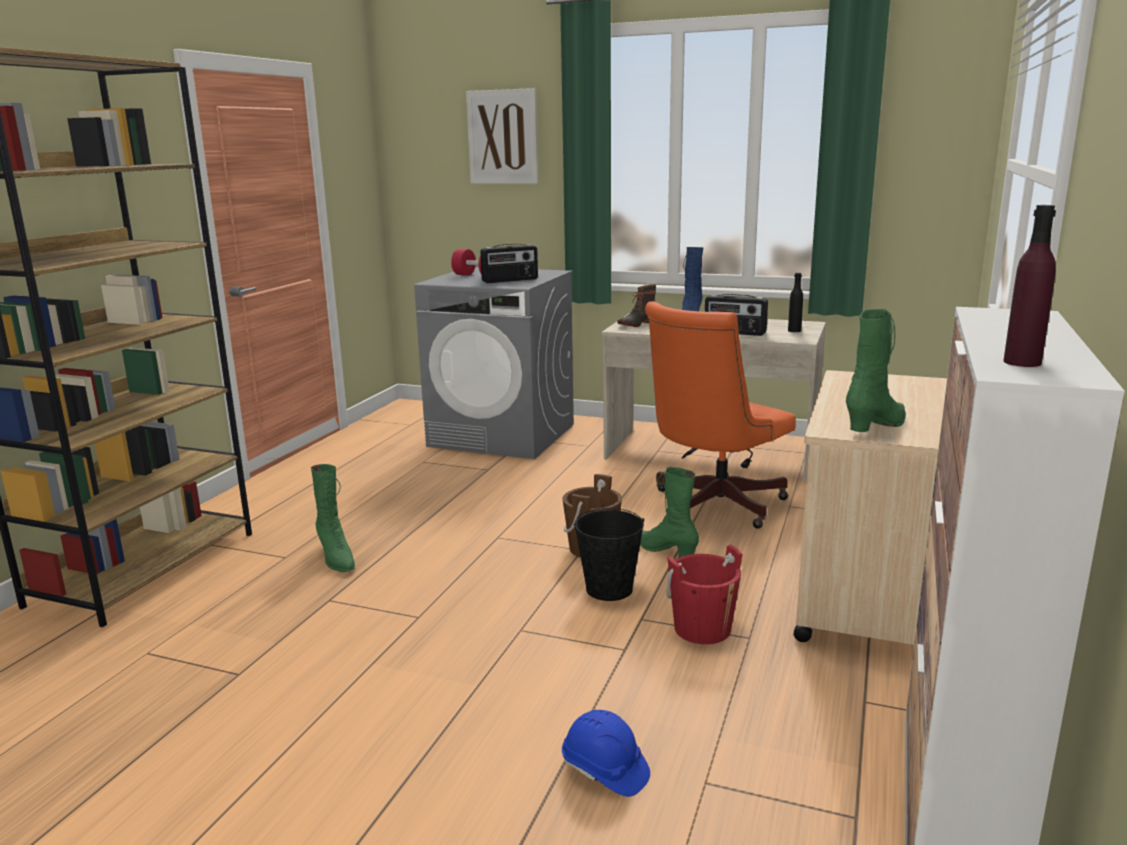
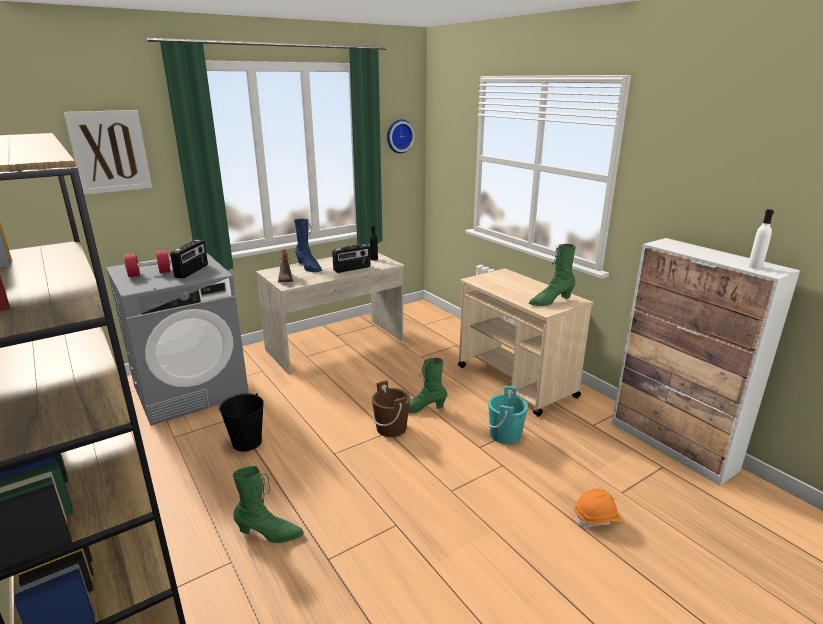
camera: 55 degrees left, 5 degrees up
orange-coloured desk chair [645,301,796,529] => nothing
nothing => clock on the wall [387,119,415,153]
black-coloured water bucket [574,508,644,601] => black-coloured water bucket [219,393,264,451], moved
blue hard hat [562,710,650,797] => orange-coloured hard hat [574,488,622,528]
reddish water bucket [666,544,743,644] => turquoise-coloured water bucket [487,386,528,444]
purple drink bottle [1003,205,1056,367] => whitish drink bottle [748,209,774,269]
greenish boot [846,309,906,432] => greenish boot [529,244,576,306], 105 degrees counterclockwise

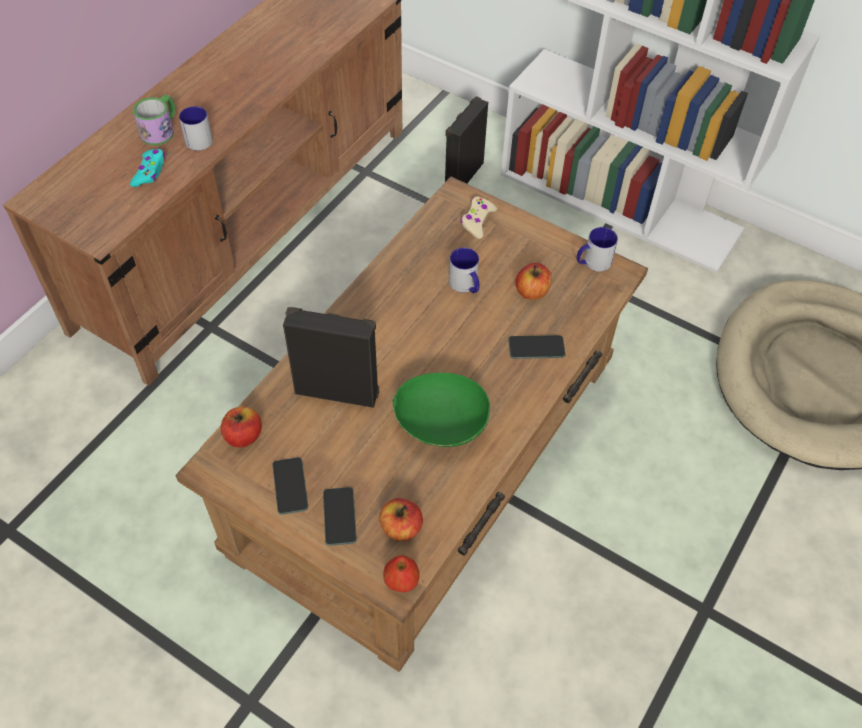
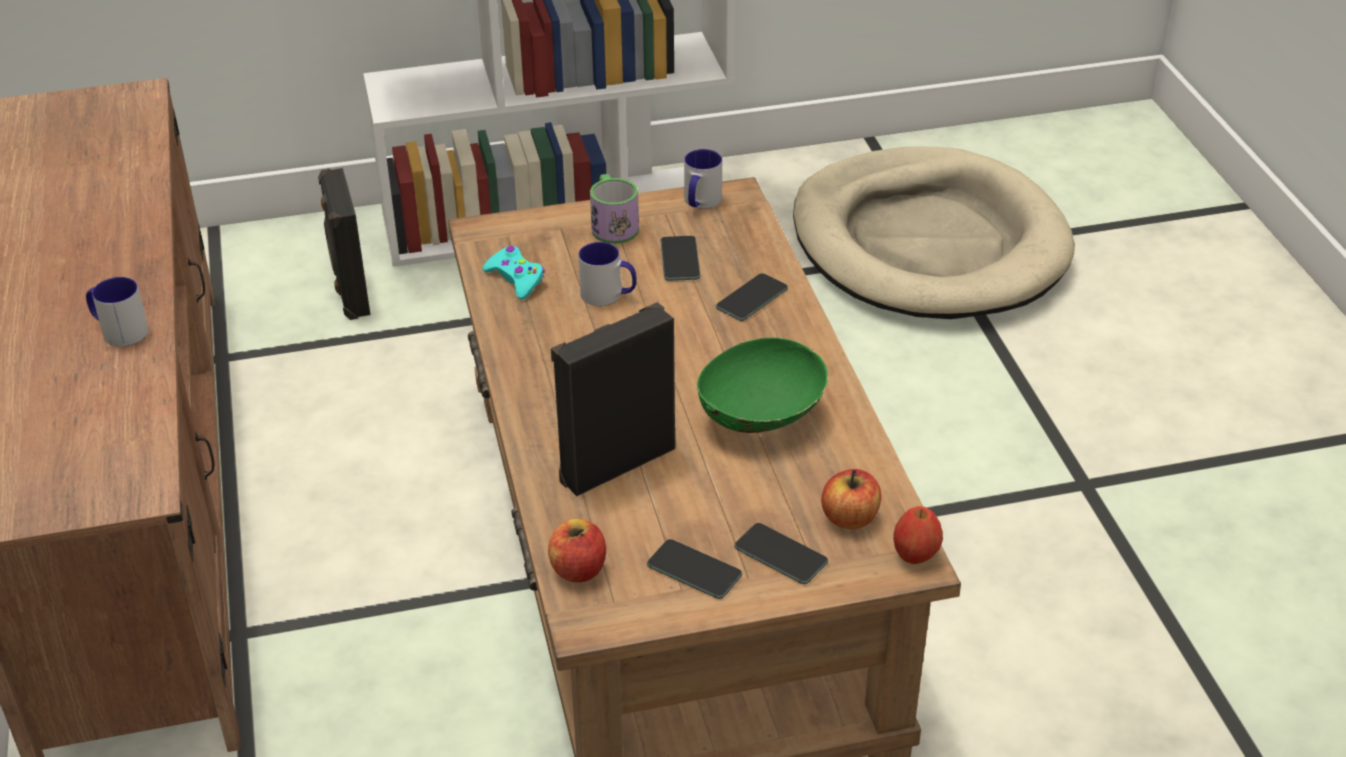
camera: 45 degrees left, 15 degrees down
sand-coloured gamepad [460,197,497,239] => nothing
turquoise-coloured gamepad [130,149,165,187] => turquoise-coloured gamepad [482,246,545,300], moved
tea mug [133,94,176,145] => tea mug [590,174,639,244], moved
apple [516,263,551,300] => telephone [661,236,700,281]

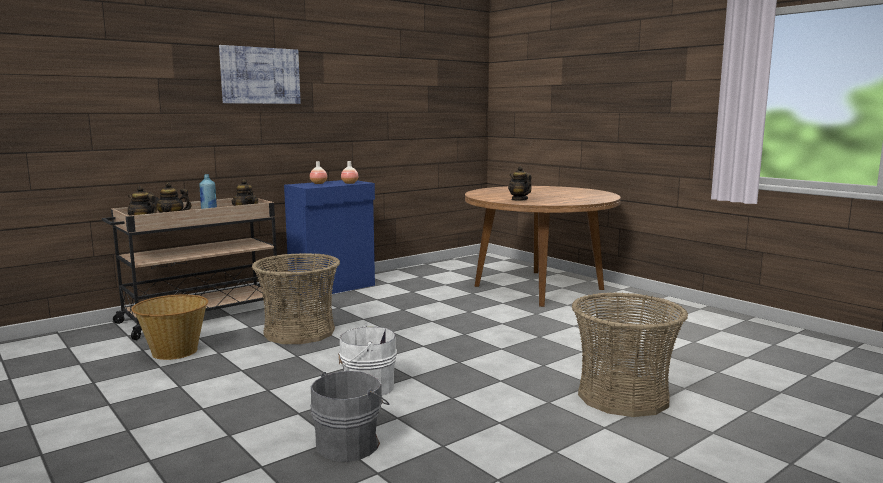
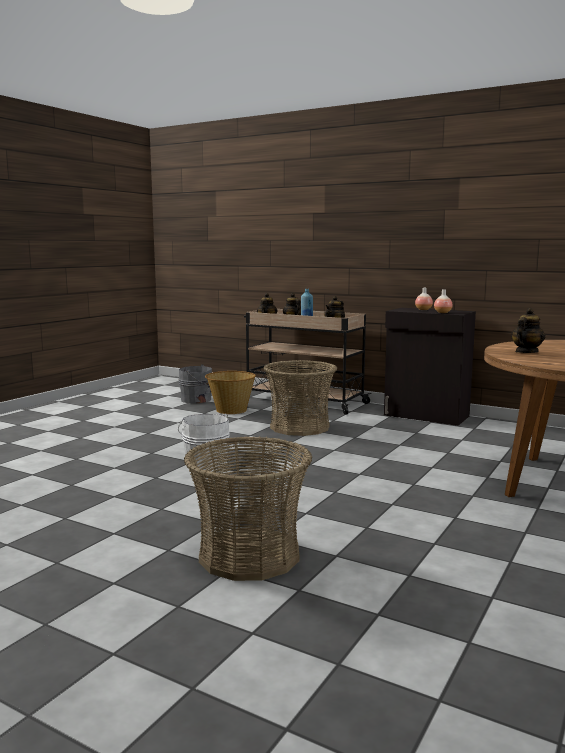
camera: 70 degrees right, 0 degrees up
wall art [219,45,301,104] => nothing
grey water bucket [310,371,390,462] => grey water bucket [178,364,212,403], moved
blue cupboard [284,180,375,297] => black-coloured cupboard [384,308,476,426]

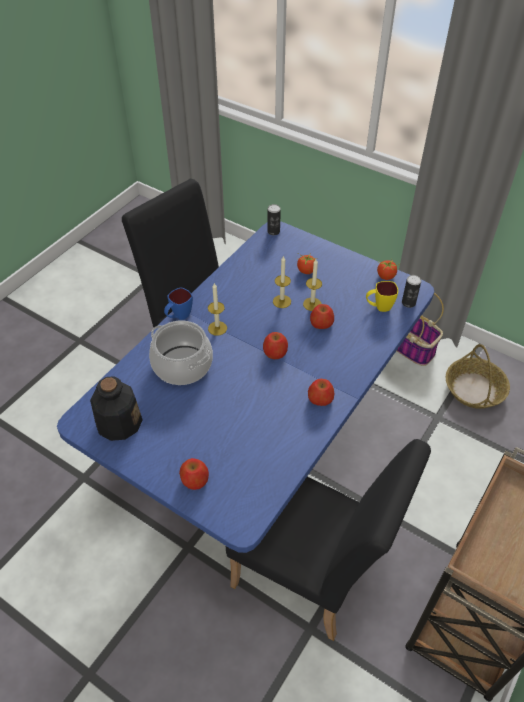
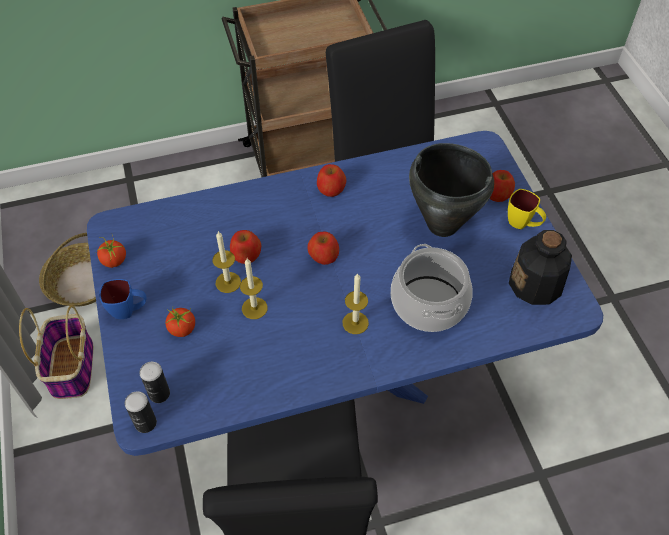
camera: 140 degrees left, 5 degrees up
nothing => black-coloured stockpot [409,143,494,237]
blue tea mug [164,287,193,320] => blue tea mug [99,279,147,319], moved
yellow tea mug [366,281,398,312] => yellow tea mug [508,189,546,229], moved
sealed can [402,275,421,308] => sealed can [139,362,170,403], moved

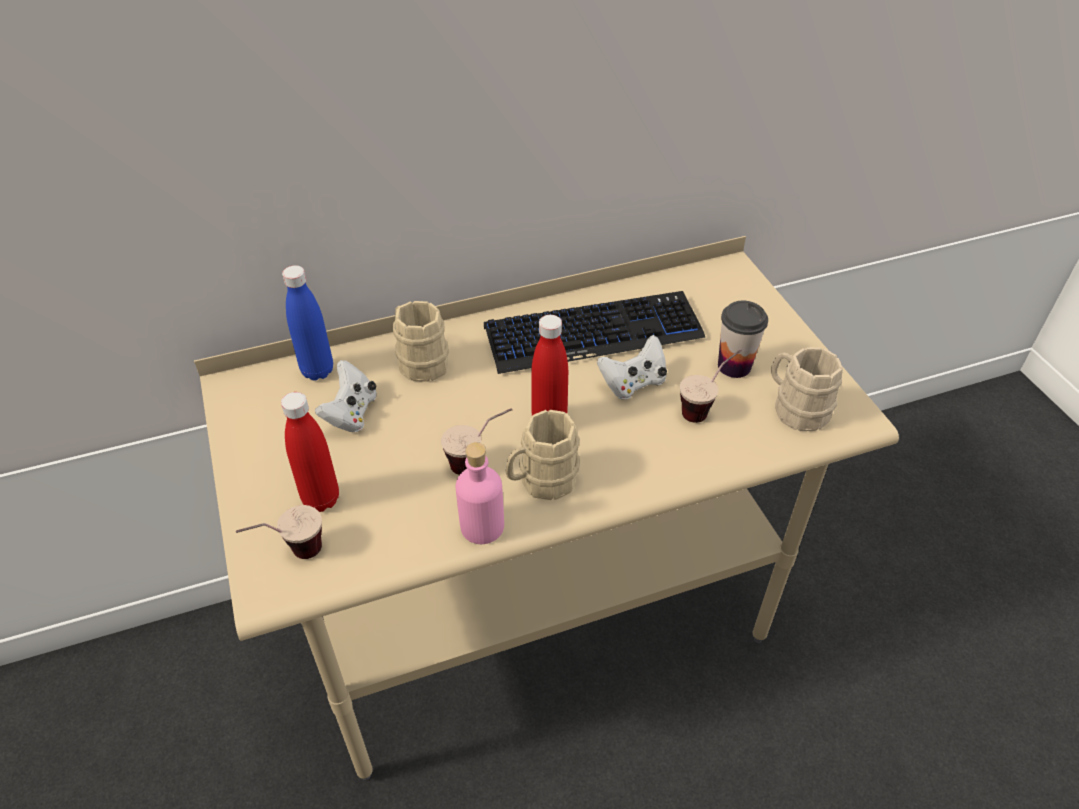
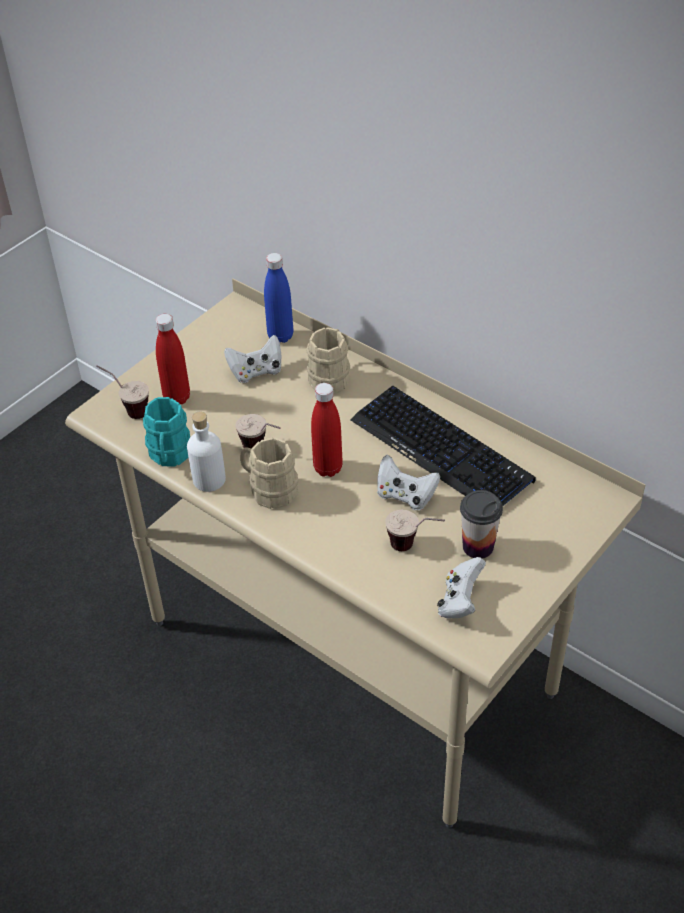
camera: 60 degrees right, 0 degrees up
nothing => turquoise-coloured tea mug [143,397,190,466]
sand-coloured tea mug [771,347,843,431] => whitish gamepad [437,557,486,619]
pink drink bottle [456,442,504,544] => whitish drink bottle [187,412,226,492]

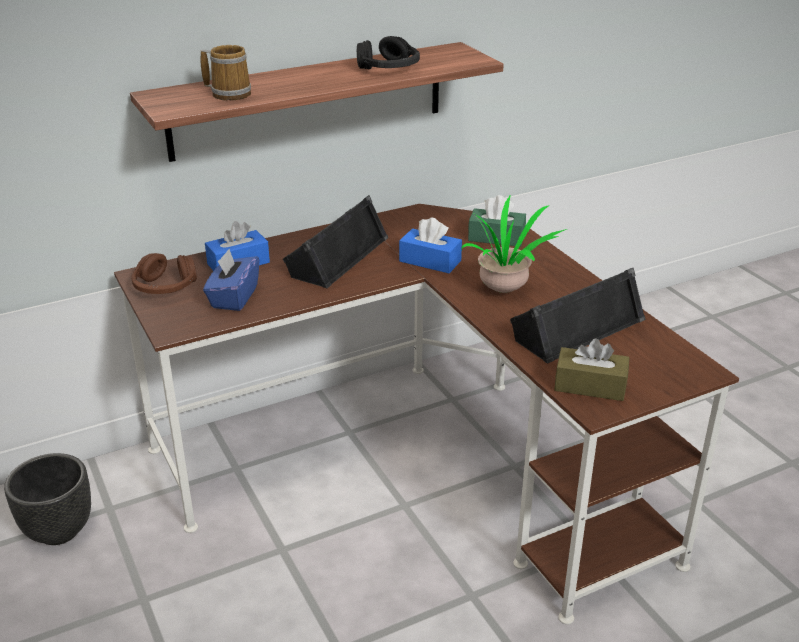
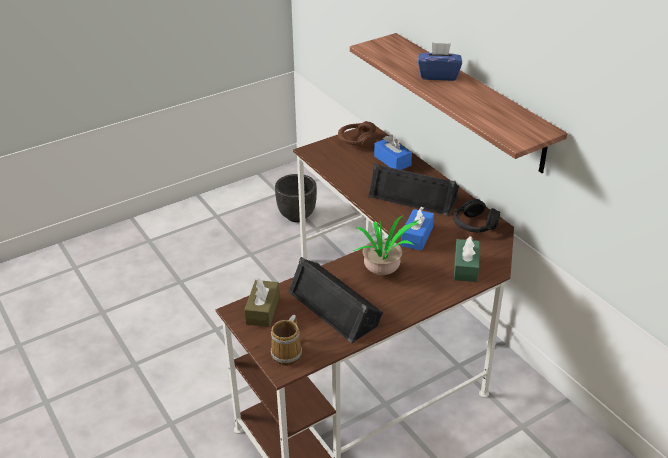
camera: 85 degrees right, 5 degrees up
tea mug [200,45,251,101] => tea mug [271,315,302,366], moved
blue tissue holder [203,249,259,311] => blue tissue holder [418,42,462,81], moved
black-coloured pair of headphones [357,36,420,69] => black-coloured pair of headphones [453,199,500,232], moved

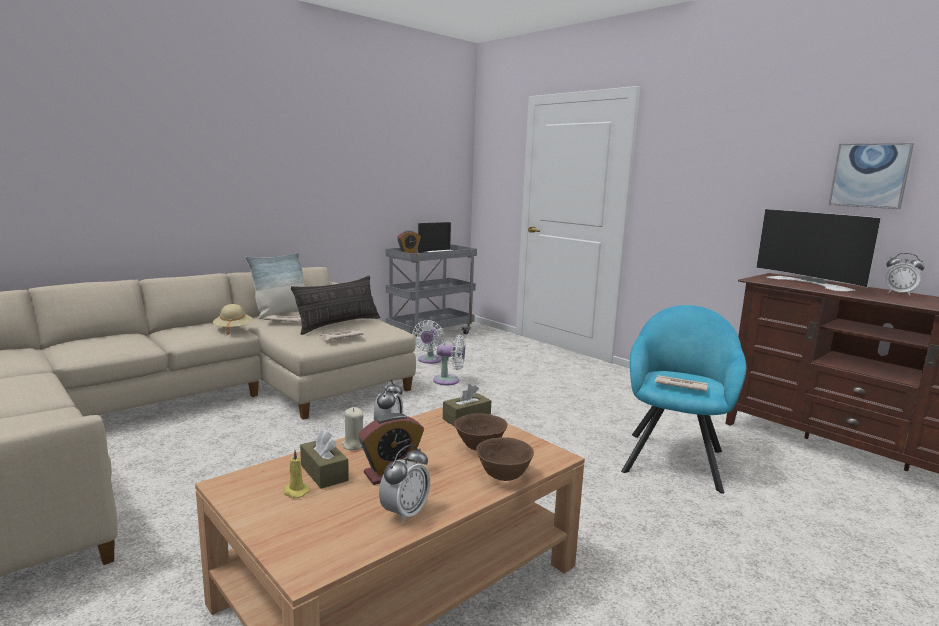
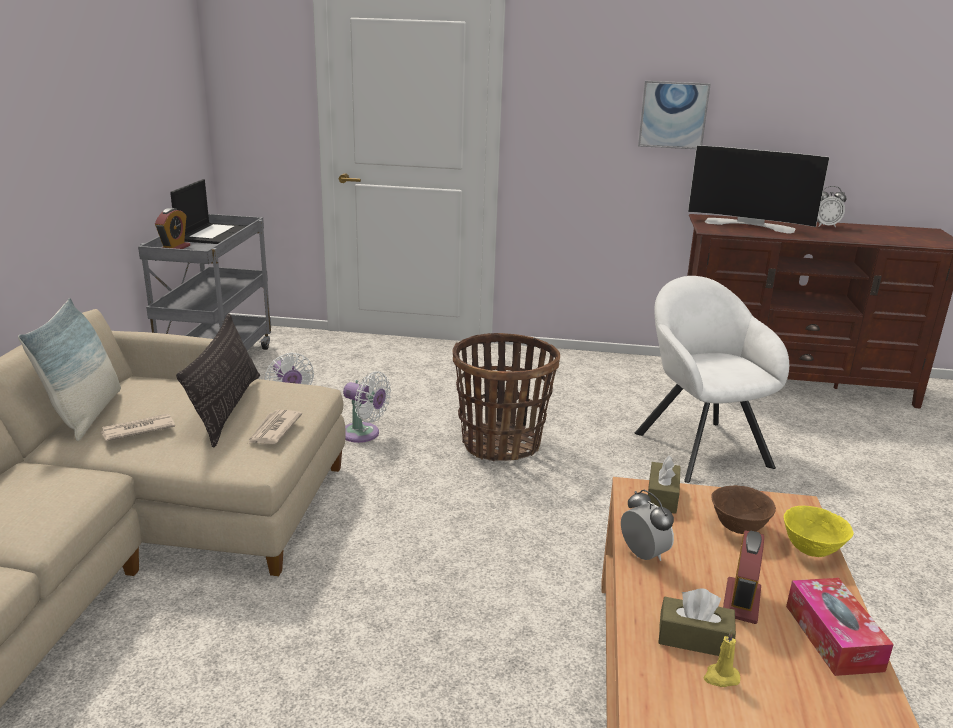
camera: 40 degrees left, 10 degrees up
sand-coloured hat [213,304,253,335] => nothing
sand-coloured candle [341,407,363,450] => nothing
printed paper [655,375,708,391] => nothing
nothing => household basket [452,333,560,461]
wall art [829,143,914,209] => wall art [638,81,711,149], moved
table clock [379,444,430,524] => tissue holder [786,578,894,676]
brown deep dish [476,437,534,481] => yellow deep dish [784,506,853,557]
turquoise-coloured armchair [621,305,746,494] => whitish armchair [635,276,789,483]
whitish cooling fan [433,334,466,385] => whitish cooling fan [343,371,391,443], 60 degrees clockwise

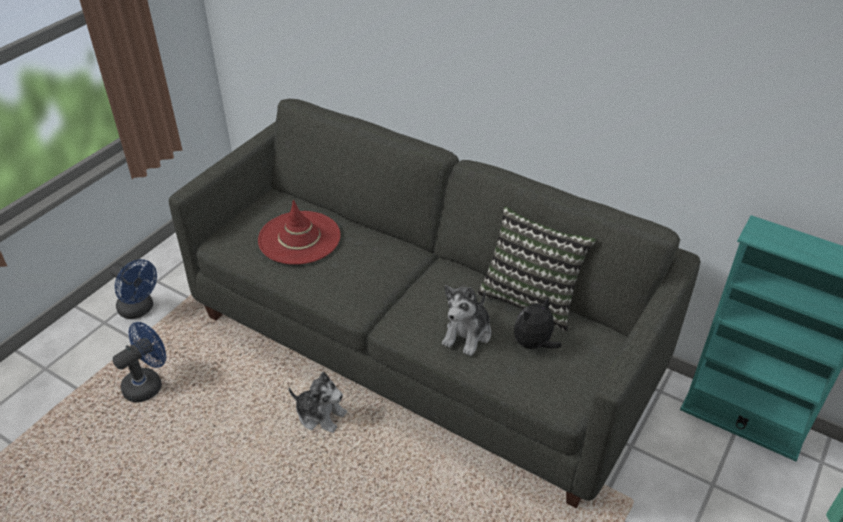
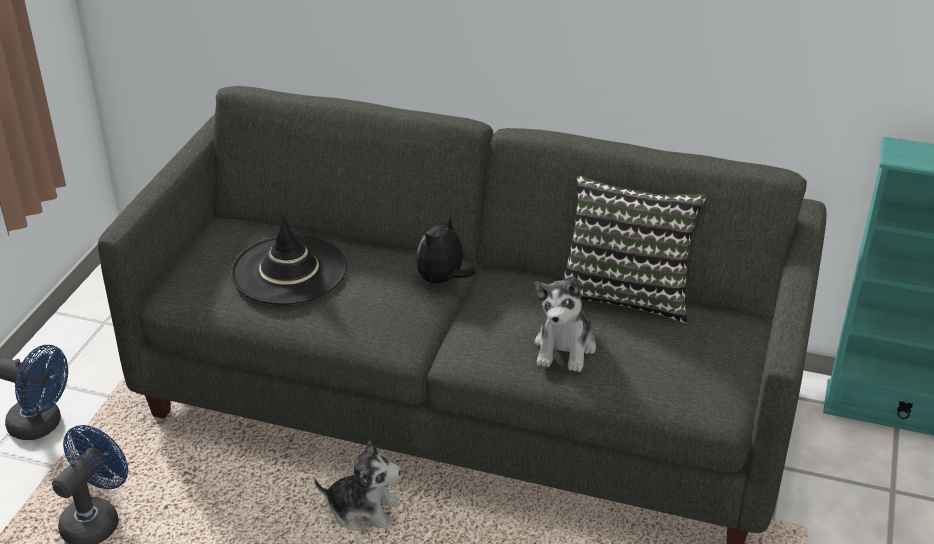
camera: 15 degrees left, 5 degrees down
plush toy [514,298,562,349] => plush toy [416,216,476,284], moved
reddish hat [258,200,341,265] => black-coloured hat [231,215,347,305]

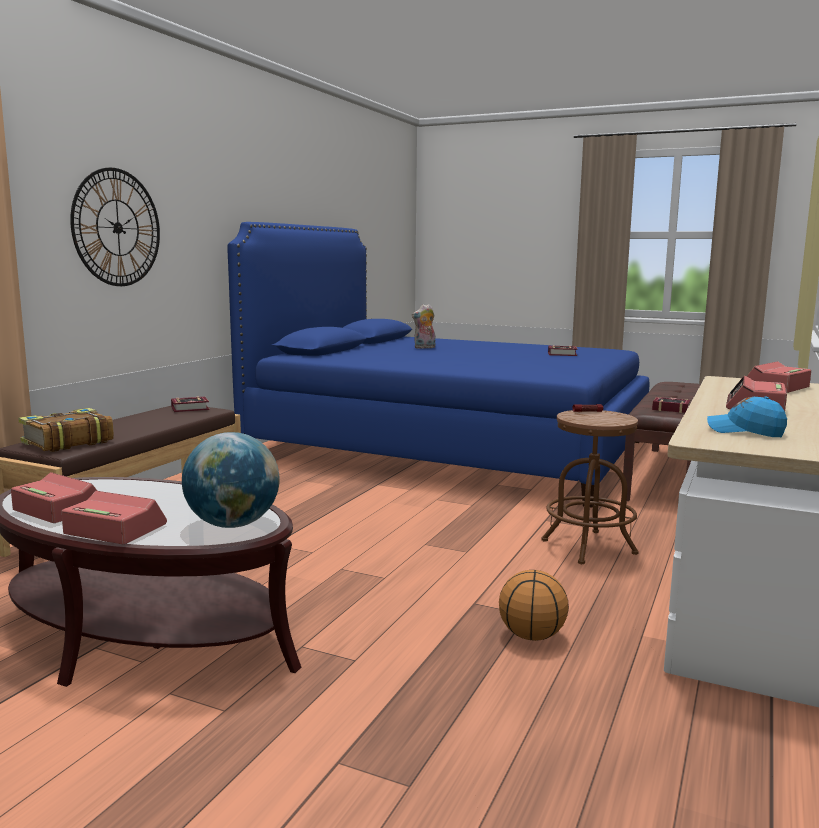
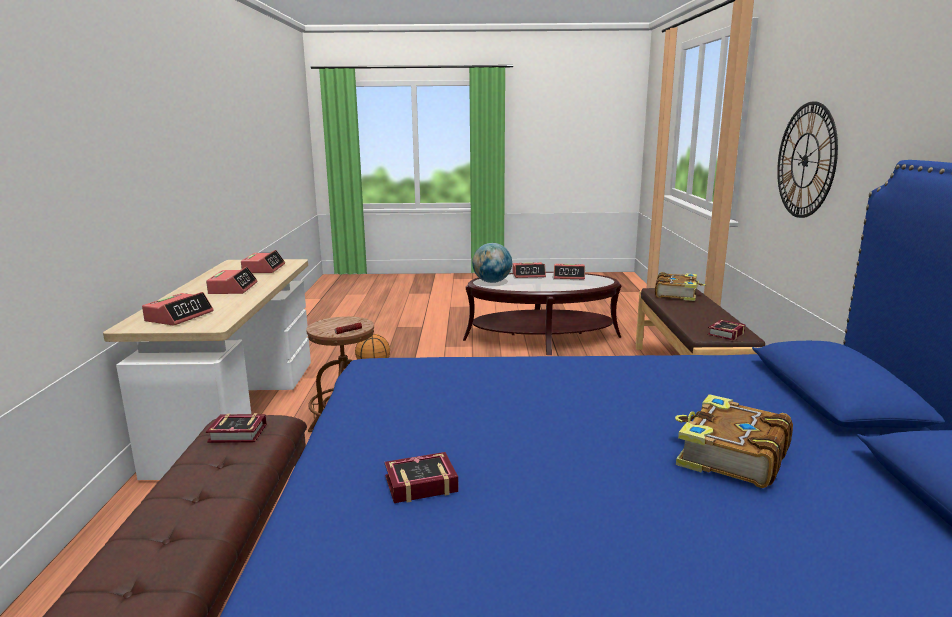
camera: 155 degrees right, 5 degrees up
plush toy [412,304,436,349] => book [675,394,793,488]
blue baseball cap [707,397,787,437] => table clock [241,250,285,273]

